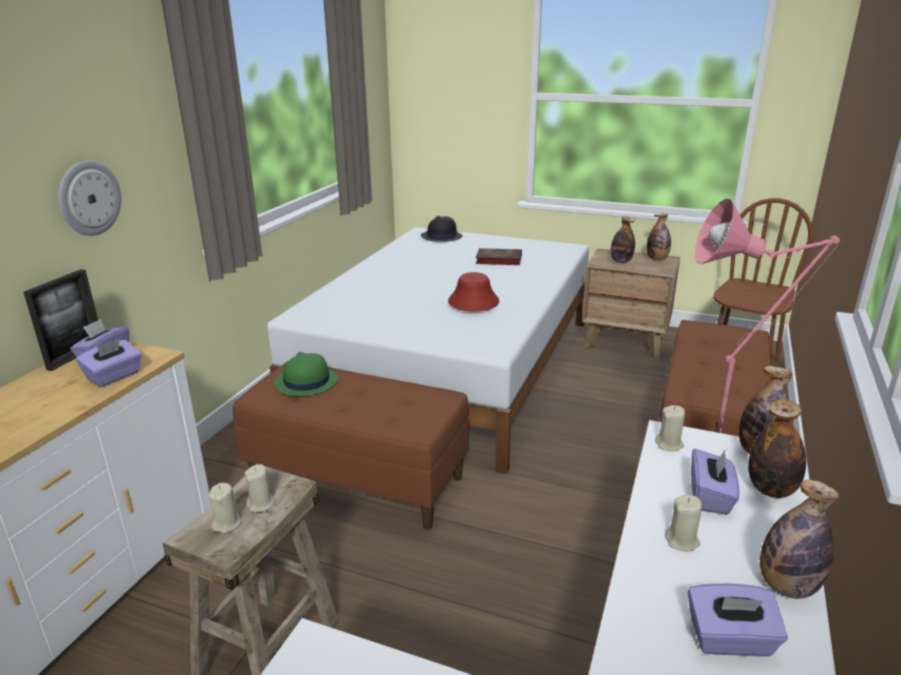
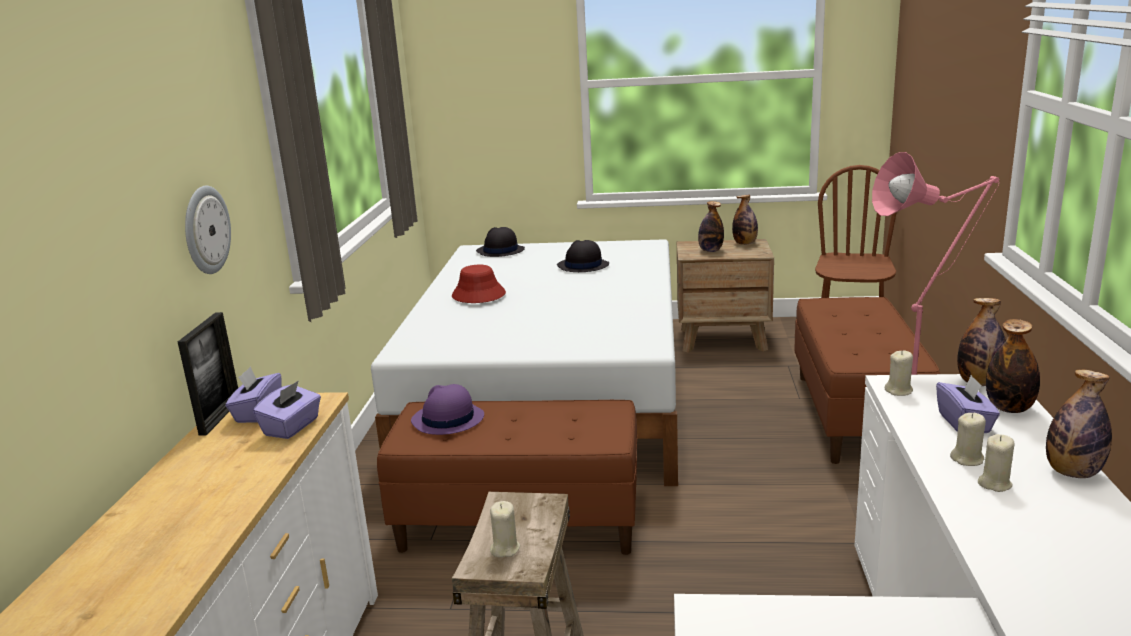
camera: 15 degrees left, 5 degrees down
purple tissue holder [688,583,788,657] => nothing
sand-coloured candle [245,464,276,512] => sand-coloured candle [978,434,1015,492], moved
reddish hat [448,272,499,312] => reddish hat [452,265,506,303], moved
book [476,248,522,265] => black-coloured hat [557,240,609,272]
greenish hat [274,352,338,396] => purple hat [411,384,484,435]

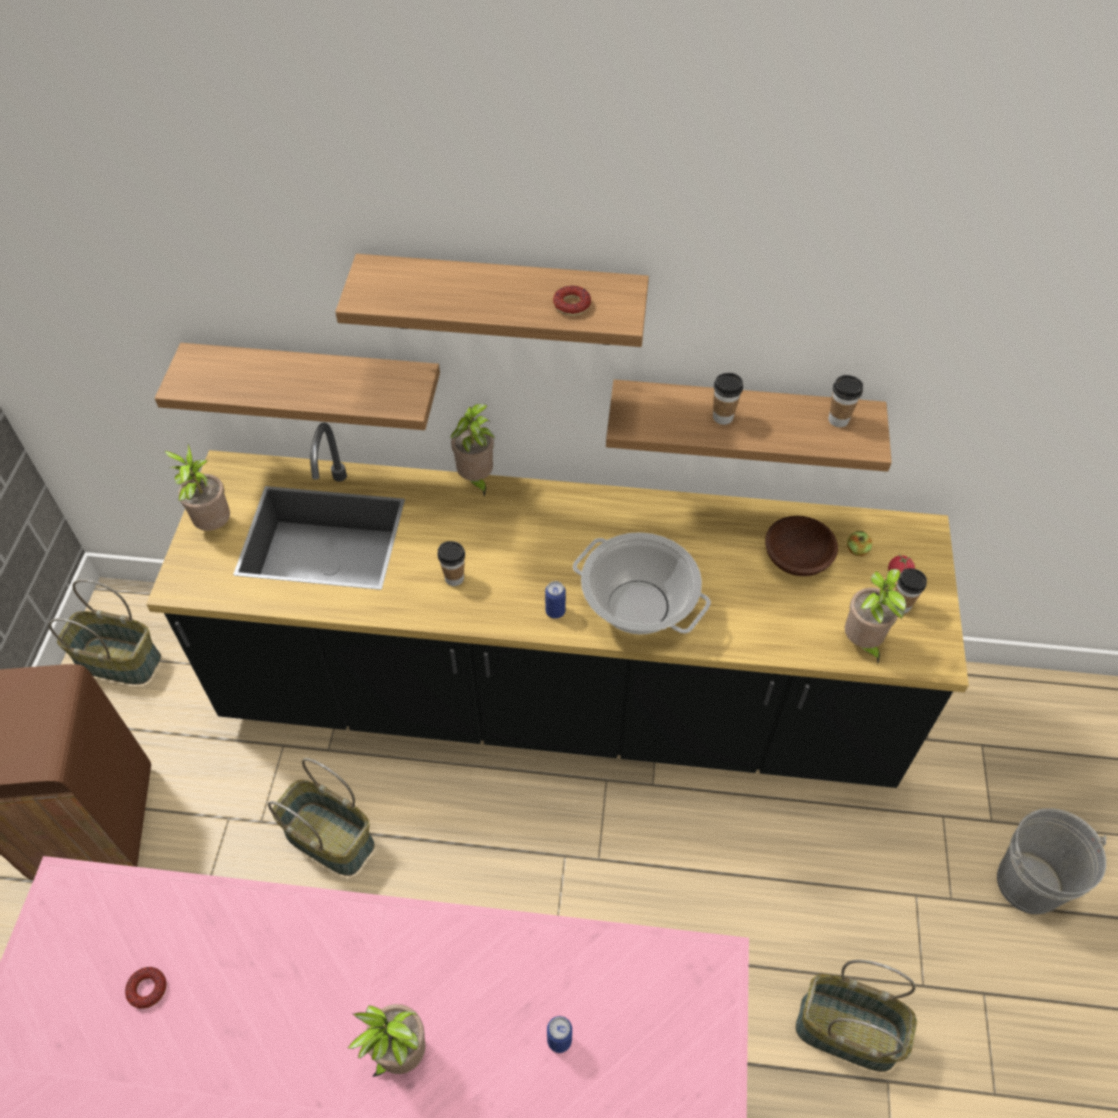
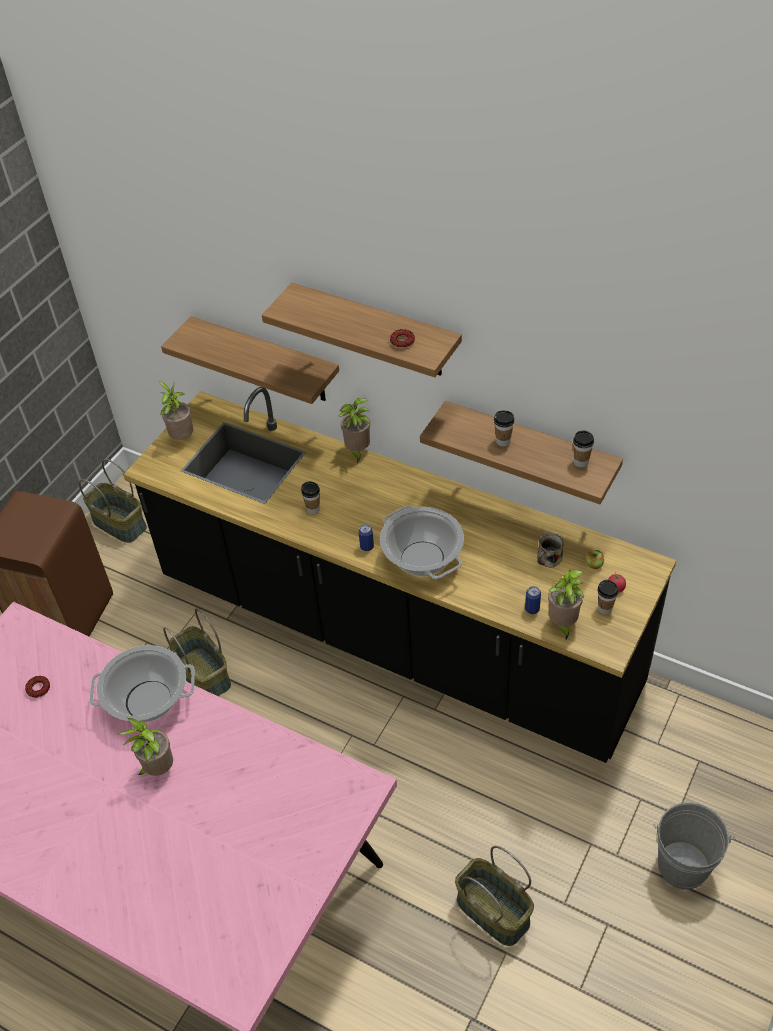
camera: 25 degrees right, 5 degrees down
nothing => stockpot [90,645,195,723]
sealed can [547,1016,572,1053] => sealed can [525,586,541,614], moved
brown deep dish [765,516,838,576] => tea mug [537,533,564,568]

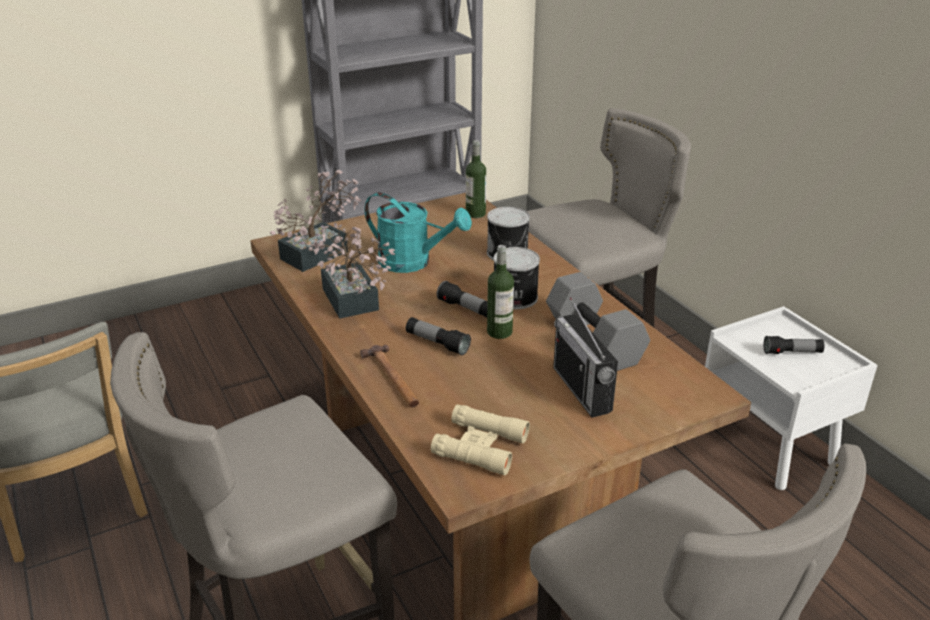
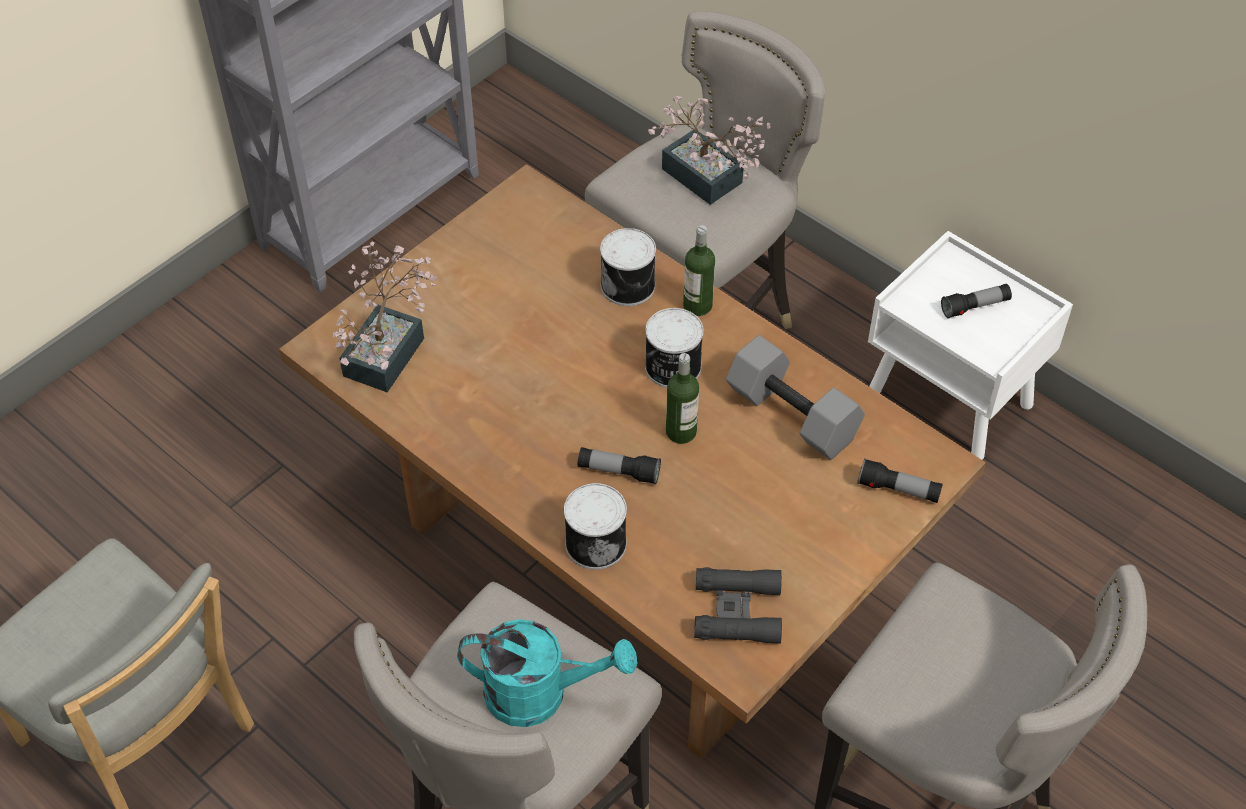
camera: 20 degrees left, 20 degrees up
radio set [553,297,618,418] => nothing
plant in a pot [309,223,395,319] => plant in a pot [648,96,771,205], moved
turquoise-coloured watering pot [365,193,472,273] => turquoise-coloured watering pot [457,619,637,727], moved
flashlight [436,281,488,318] => flashlight [857,458,943,503], moved
drink bottle [466,140,486,218] => drink bottle [683,225,715,316], moved
hand hammer [360,345,419,407] => sealed can [564,483,627,570]
sand-coloured pair of binoculars [431,404,530,476] => black-coloured pair of binoculars [694,567,782,644]

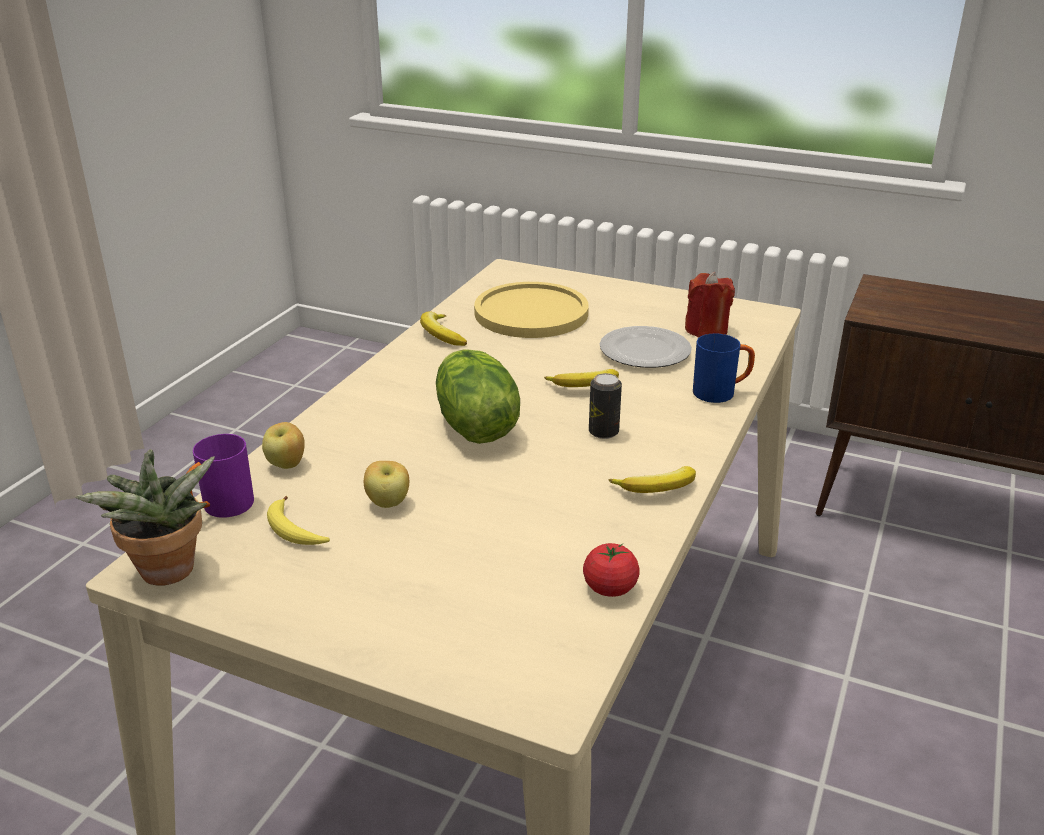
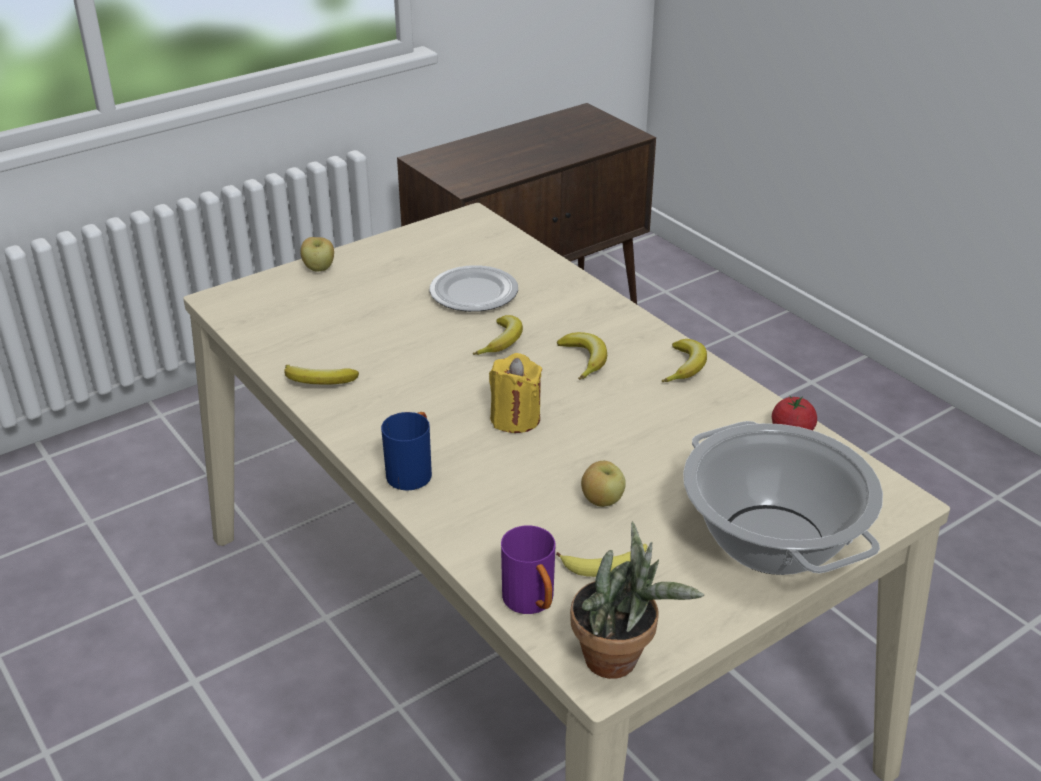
camera: 60 degrees left, 5 degrees up
yellow plate [474,282,589,338] => nothing
reddish candle [685,272,735,338] => nothing
nothing => stockpot [683,421,883,575]
apple [262,422,305,469] => apple [300,237,334,272], moved
blue tea mug [693,334,755,403] => blue tea mug [381,412,432,491], moved
head of lettuce [436,349,520,444] => yellow candle [489,353,542,433]
sealed can [589,373,622,439] => whole banana [557,332,607,380]

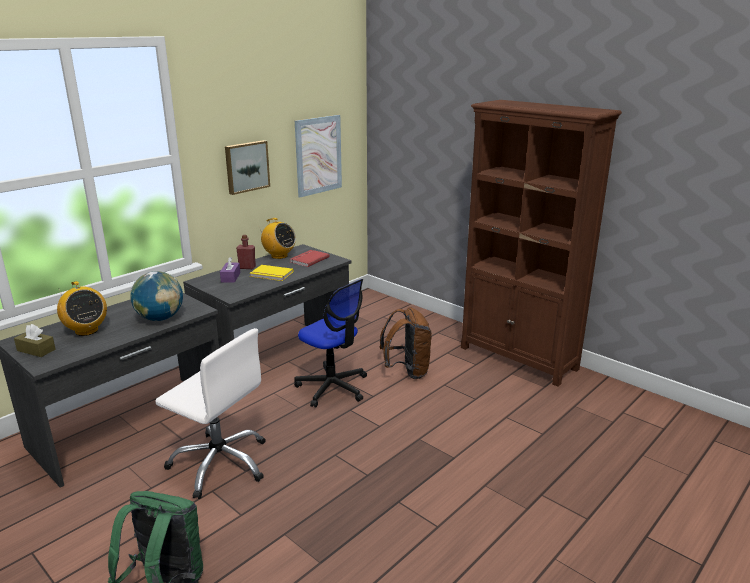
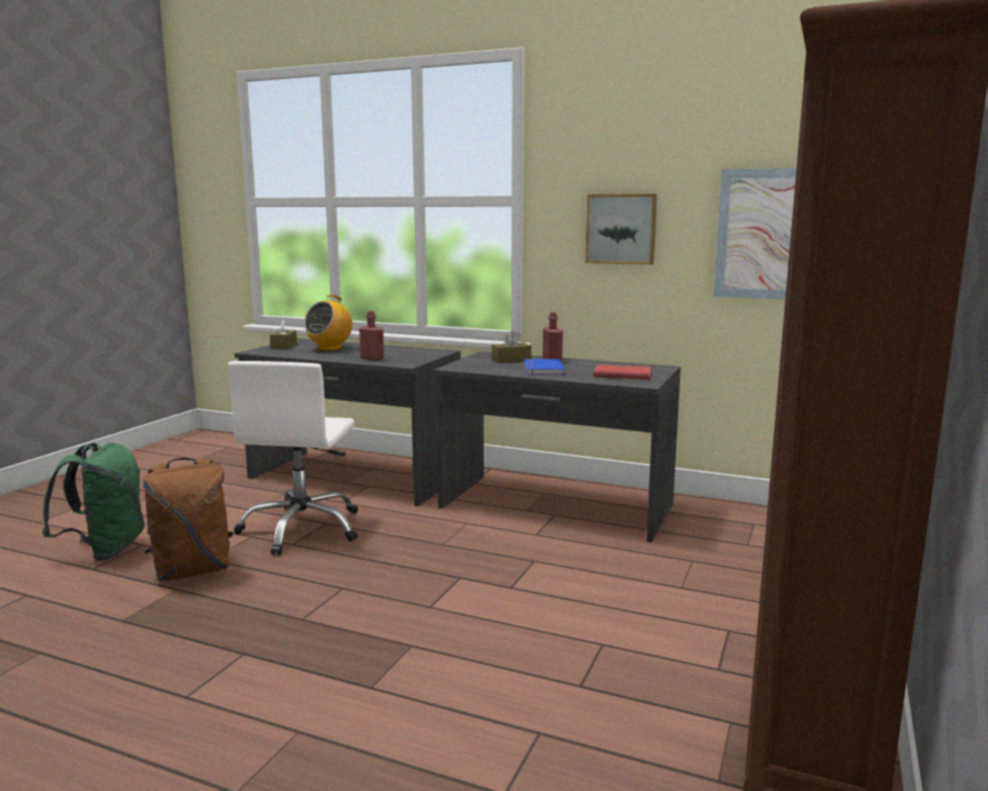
camera: 70 degrees right, 10 degrees down
radio set [258,218,296,259] => nothing
desk chair [294,279,367,408] => nothing
brown knapsack [380,307,432,379] => brown knapsack [143,458,233,581], moved
desk globe [130,271,183,321] => reddish drink bottle [359,311,384,361]
purple tissue holder [220,257,240,283] => brown tissue holder [492,330,531,363]
yellow book [250,265,293,281] => blue book [524,359,565,375]

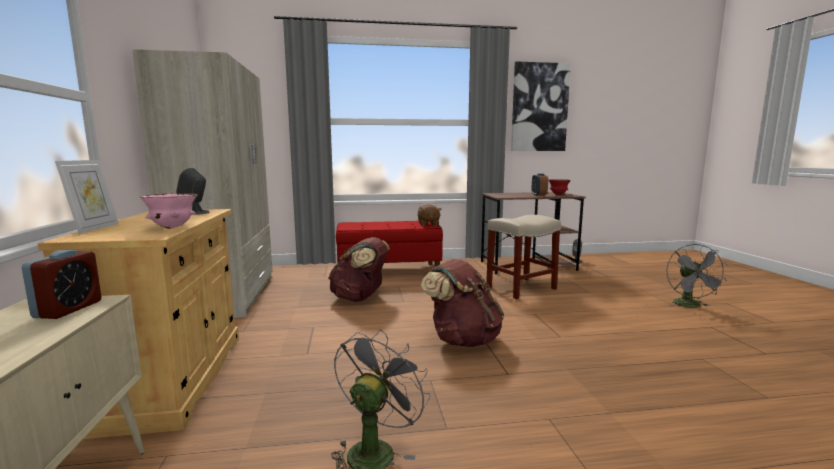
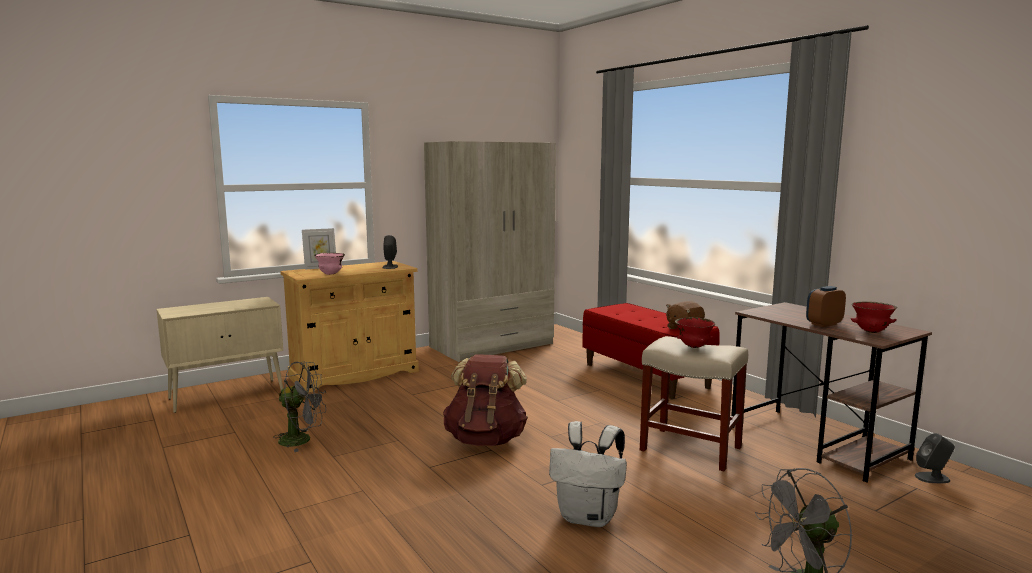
camera: 65 degrees right, 0 degrees up
table clock [22,250,101,319] => nothing
brown knapsack [328,237,390,302] => nothing
wall art [511,62,571,151] => nothing
nothing => whitish knapsack [549,421,627,527]
nothing => reddish deep dish [675,317,716,348]

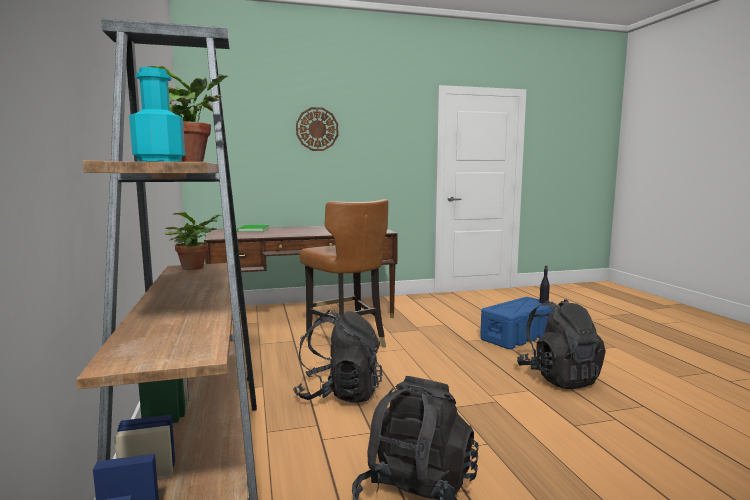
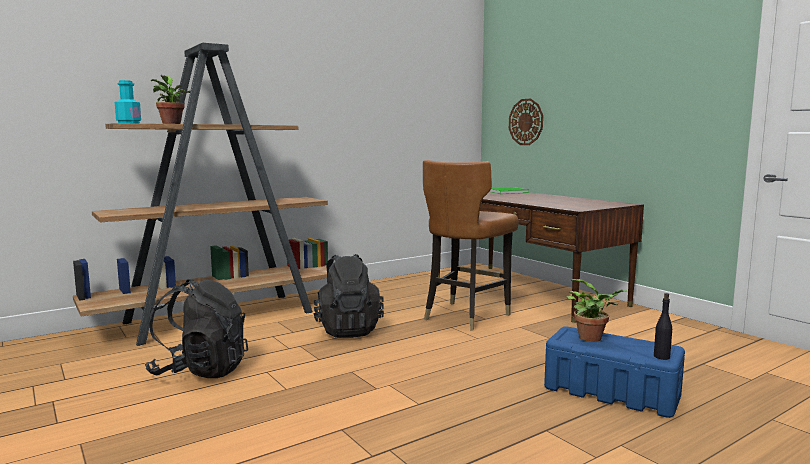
camera: 70 degrees right, 0 degrees up
black-coloured knapsack [517,299,606,389] => nothing
plant in a pot [165,212,223,270] => plant in a pot [566,279,628,342], moved
clock on the wall [296,107,338,151] => clock on the wall [509,98,543,145], moved

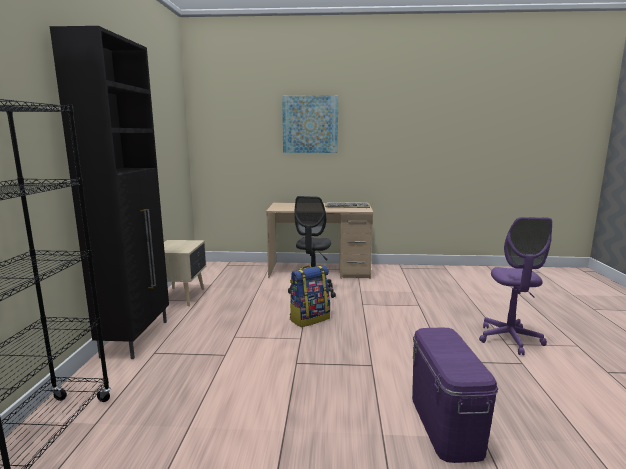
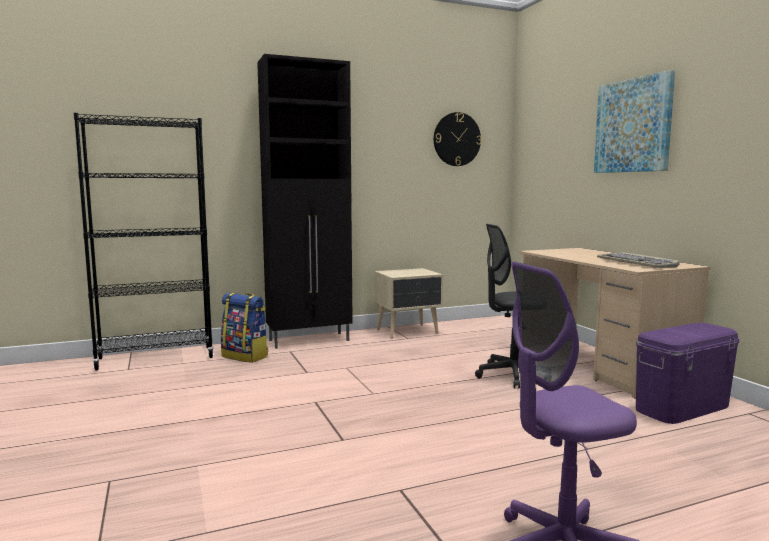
camera: 65 degrees right, 5 degrees down
nothing => clock on the wall [434,112,481,166]
knapsack [290,265,330,327] => knapsack [221,293,268,363], moved
purple storage container [412,328,498,463] => purple storage container [636,323,739,424], moved

